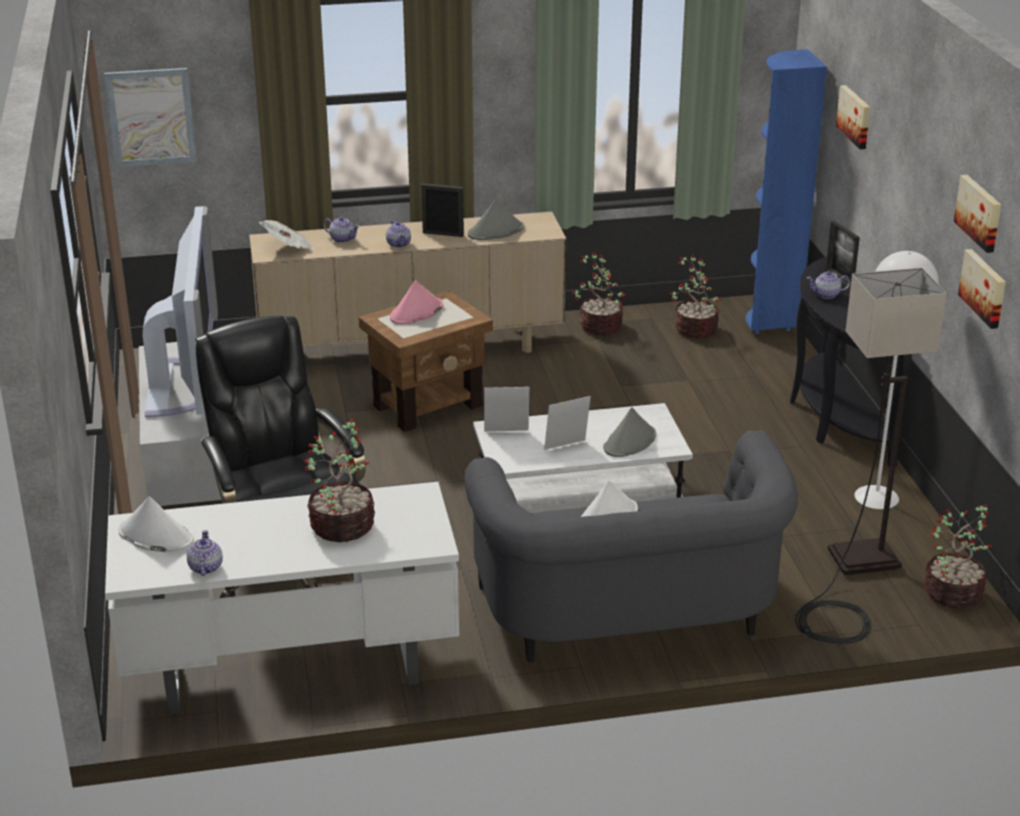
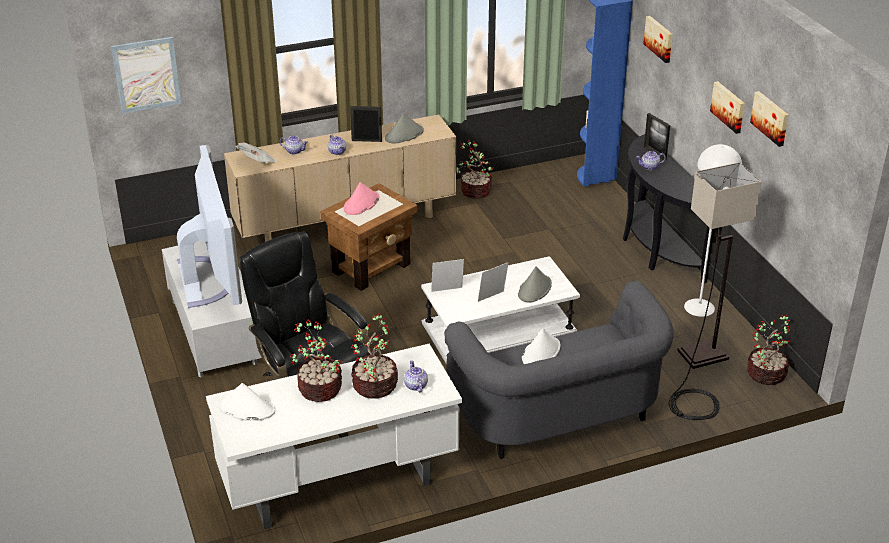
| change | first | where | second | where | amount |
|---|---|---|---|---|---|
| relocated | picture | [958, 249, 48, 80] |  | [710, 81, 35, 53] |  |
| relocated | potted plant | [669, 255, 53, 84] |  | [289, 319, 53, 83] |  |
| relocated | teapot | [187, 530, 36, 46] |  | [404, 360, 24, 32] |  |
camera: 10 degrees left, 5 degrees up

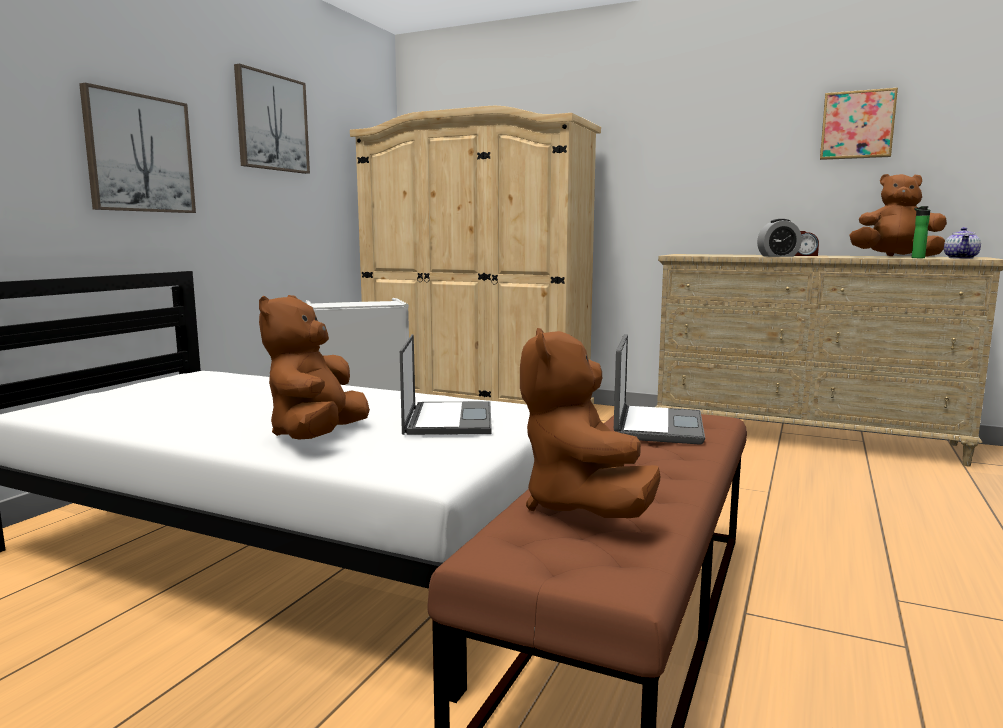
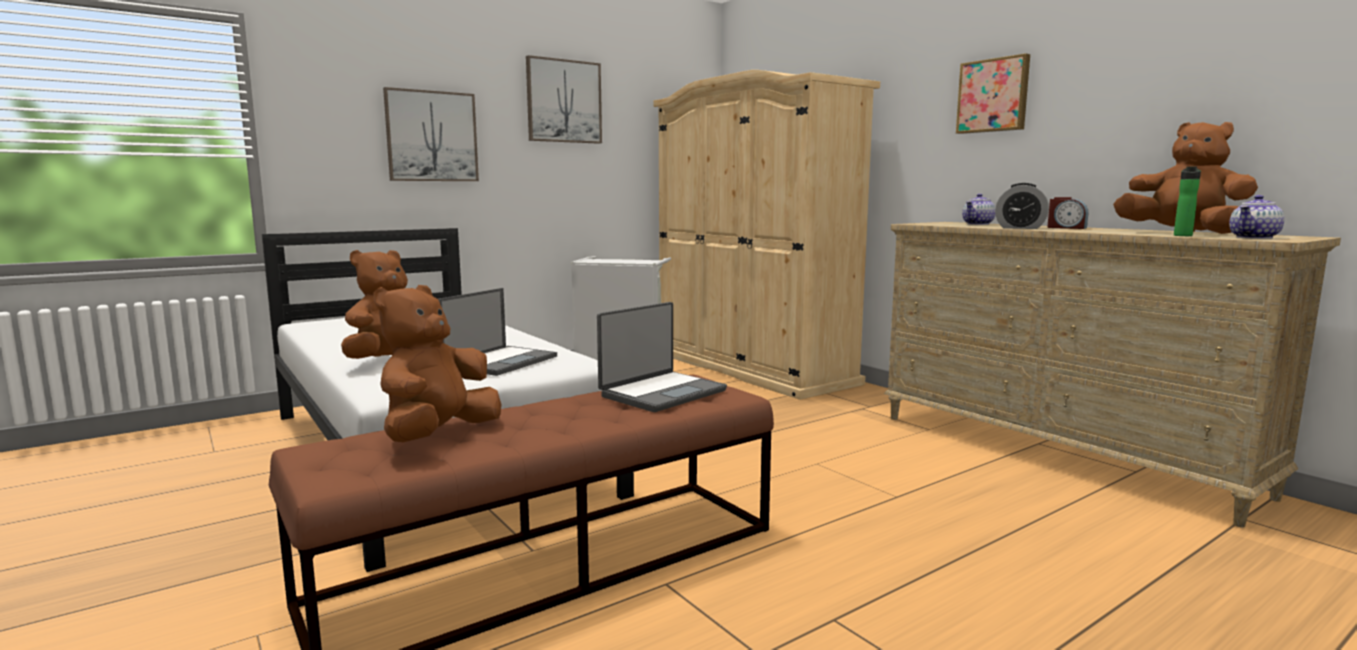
| change | first | where | second | where | amount |
|---|---|---|---|---|---|
| relocated | picture | [820, 88, 78, 72] |  | [956, 53, 74, 81] |  |
| appeared |  |  | teapot | [962, 194, 33, 31] |  |
camera: 30 degrees right, 0 degrees up

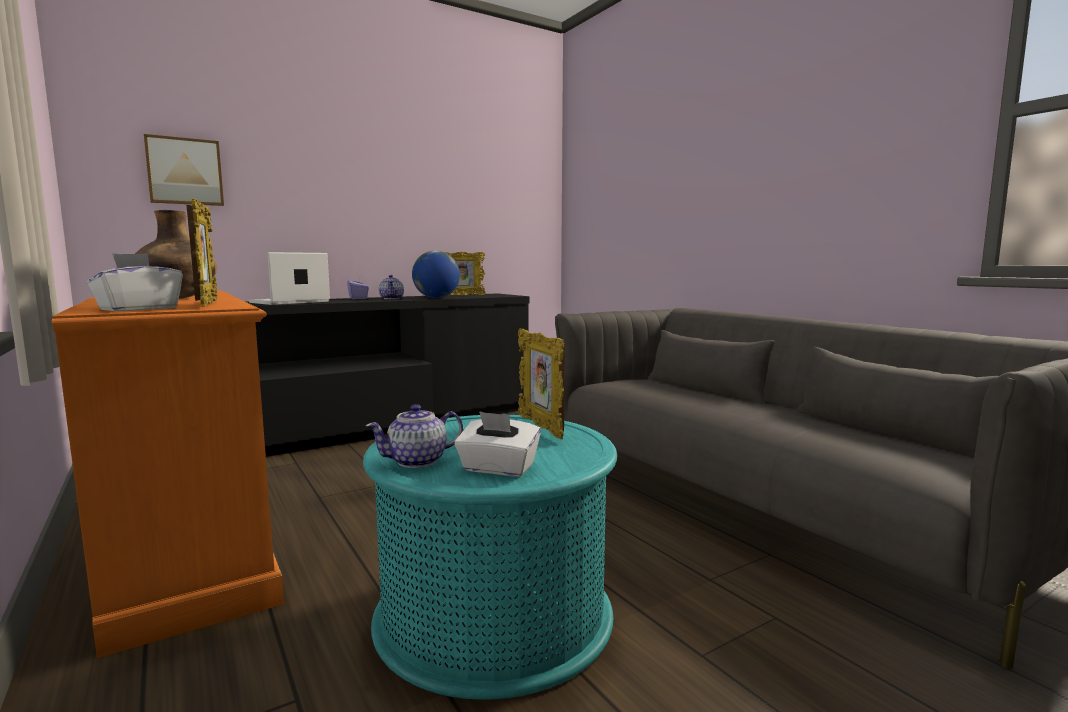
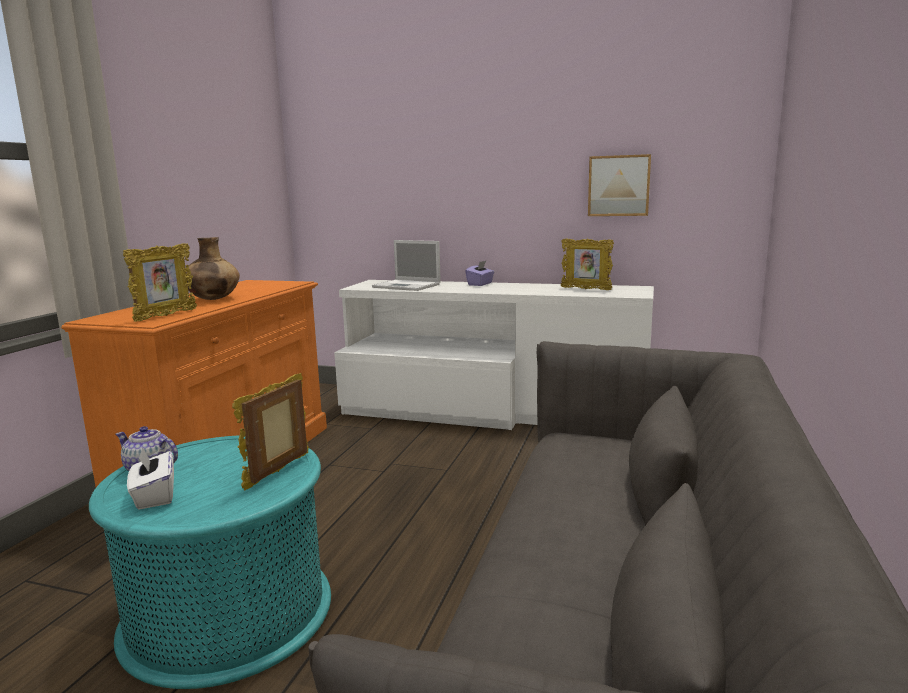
| change | first | where | second | where | amount |
|---|---|---|---|---|---|
| relocated | picture | [144, 134, 80, 72] |  | [588, 154, 63, 62] |  |
| missing | globe | [412, 251, 48, 47] |  |  |  |
| spun | laptop | [249, 252, 81, 53] |  | [372, 240, 69, 51] | 150 degrees counterclockwise |
| missing | tissue box/white | [87, 253, 96, 58] |  |  |  |
| missing | teapot | [379, 275, 25, 24] |  |  |  |
| colour | tv stand/black | [246, 293, 284, 164] | tv stand/white | [334, 280, 320, 150] |  |
camera: 50 degrees right, 5 degrees up

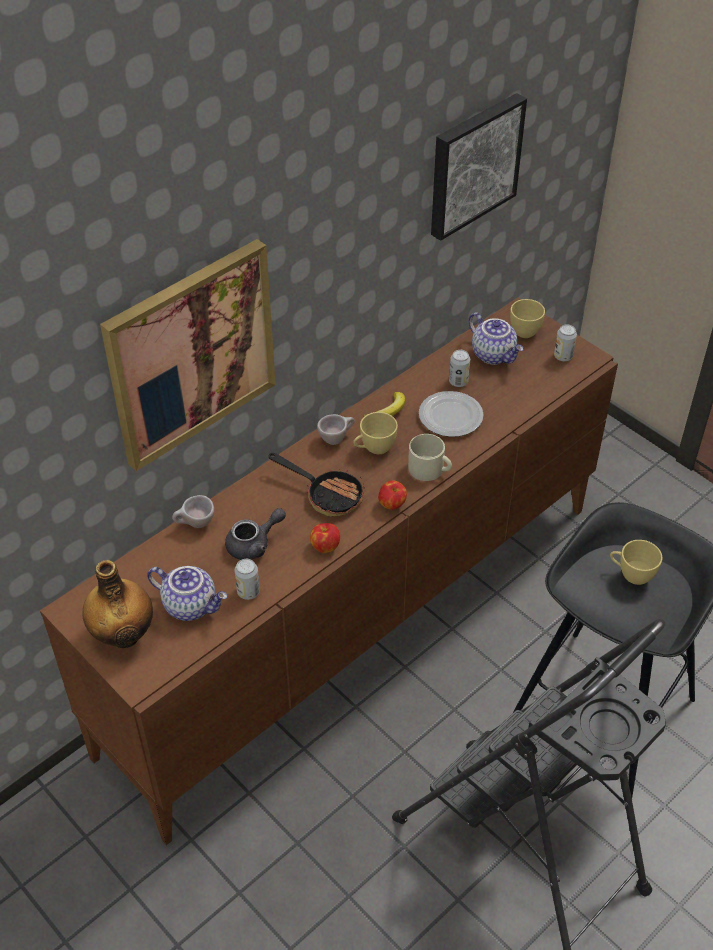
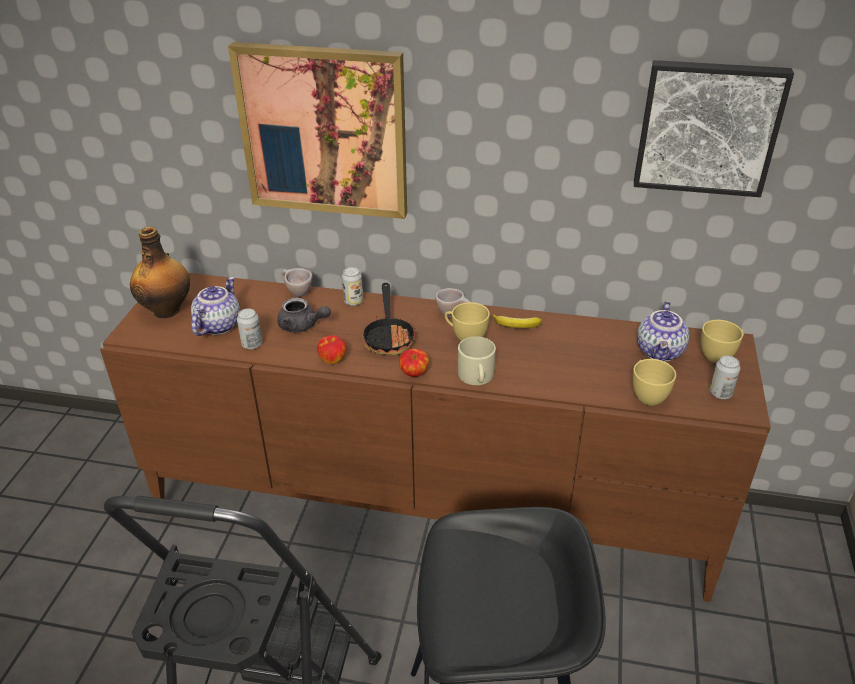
| change | first | where | second | where | amount |
|---|---|---|---|---|---|
| relocated | can | [449, 350, 21, 37] |  | [342, 267, 21, 39] |  |
| missing | plate | [419, 391, 65, 46] |  |  |  |
| relocated | cup/yellow | [610, 540, 52, 45] |  | [632, 359, 44, 47] |  |
| spun | teapot | [147, 566, 80, 55] |  | [191, 277, 49, 59] | 150 degrees counterclockwise |
camera: 55 degrees right, 10 degrees down

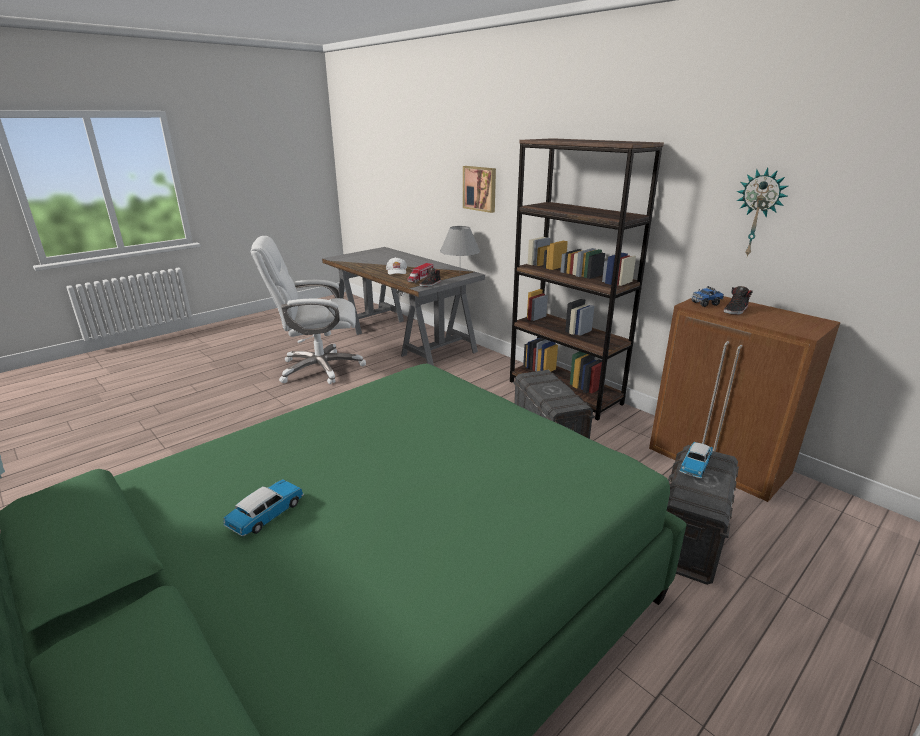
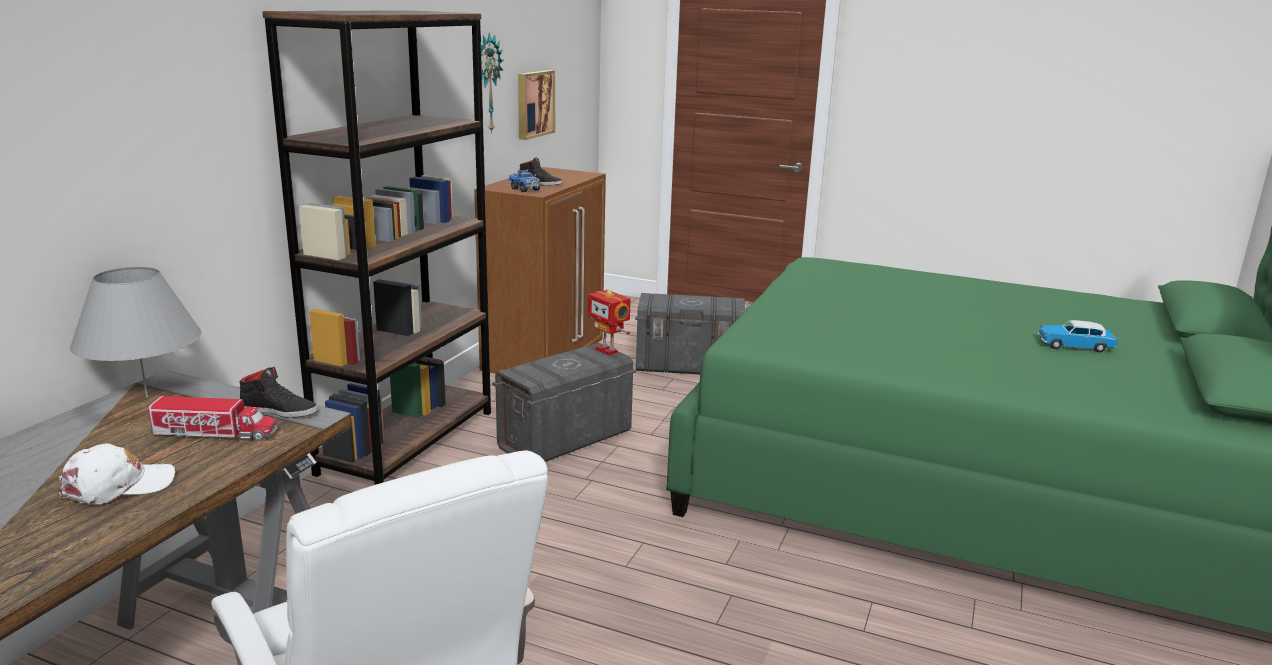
| change | first | where | second | where | amount |
|---|---|---|---|---|---|
| relocated | picture | [463, 166, 33, 47] |  | [518, 70, 37, 70] |  |
| missing | toy car | [680, 442, 33, 36] |  |  |  |
| appeared |  |  | toy robot | [588, 290, 43, 65] |  |
camera: 115 degrees left, 5 degrees down

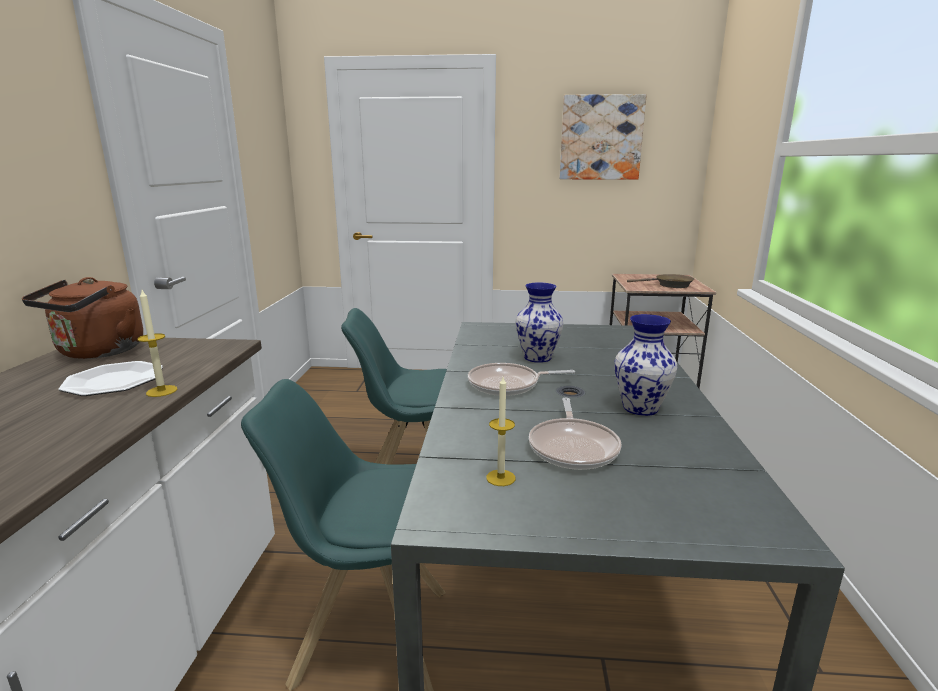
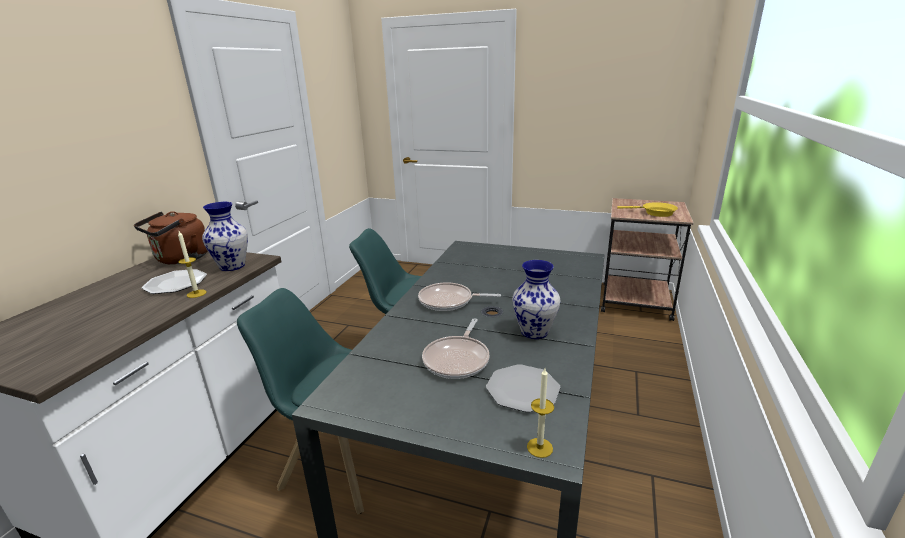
| change | first | where | second | where | amount |
|---|---|---|---|---|---|
| missing | picture | [559, 94, 88, 86] |  |  |  |
| colour | frying pan/brown | [627, 274, 67, 14] | frying pan/yellow | [617, 202, 61, 15] |  |
| relocated | vase | [516, 283, 47, 80] |  | [202, 202, 46, 69] |  |
| relocated | candle | [486, 377, 30, 109] |  | [527, 369, 27, 89] |  |
| appeared |  |  | plate | [486, 364, 75, 48] |  |
camera: 15 degrees right, 5 degrees up

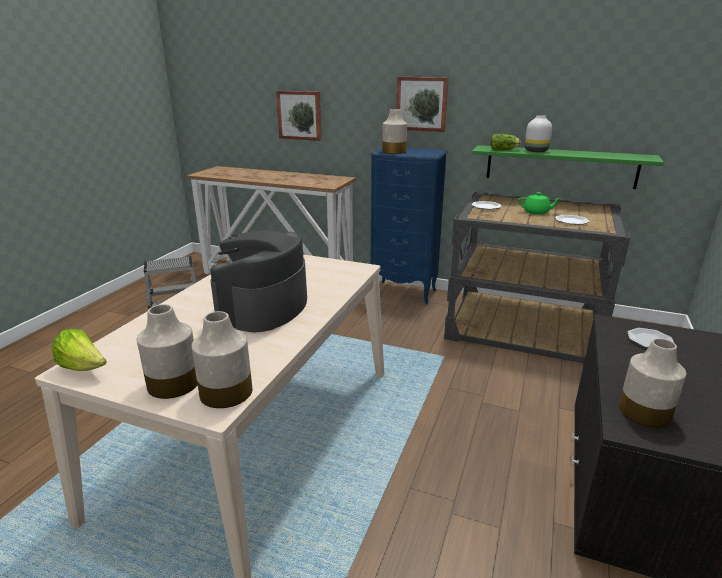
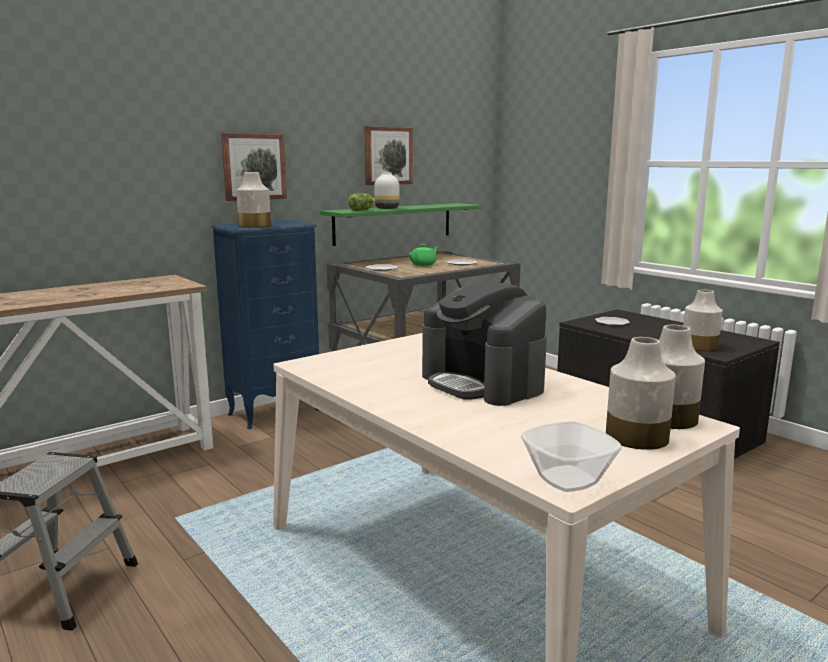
| change | first | where | second | where | amount |
|---|---|---|---|---|---|
| relocated | picture | [276, 91, 45, 50] |  | [365, 126, 48, 59] |  |
| exchanged | lettuce | [52, 329, 55, 42] | bowl | [521, 421, 101, 71] |  |
camera: 60 degrees left, 10 degrees down

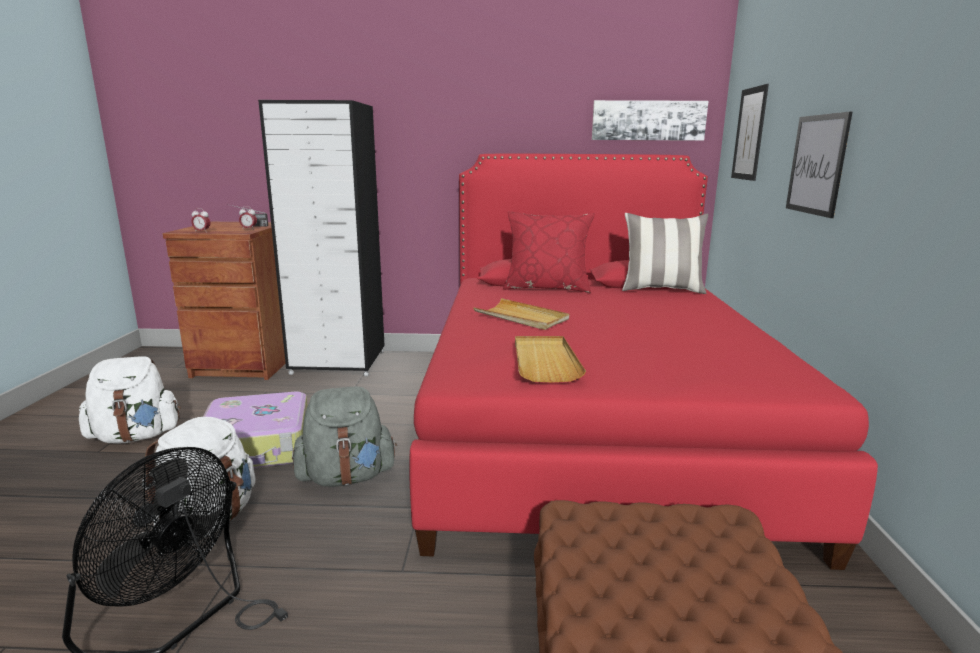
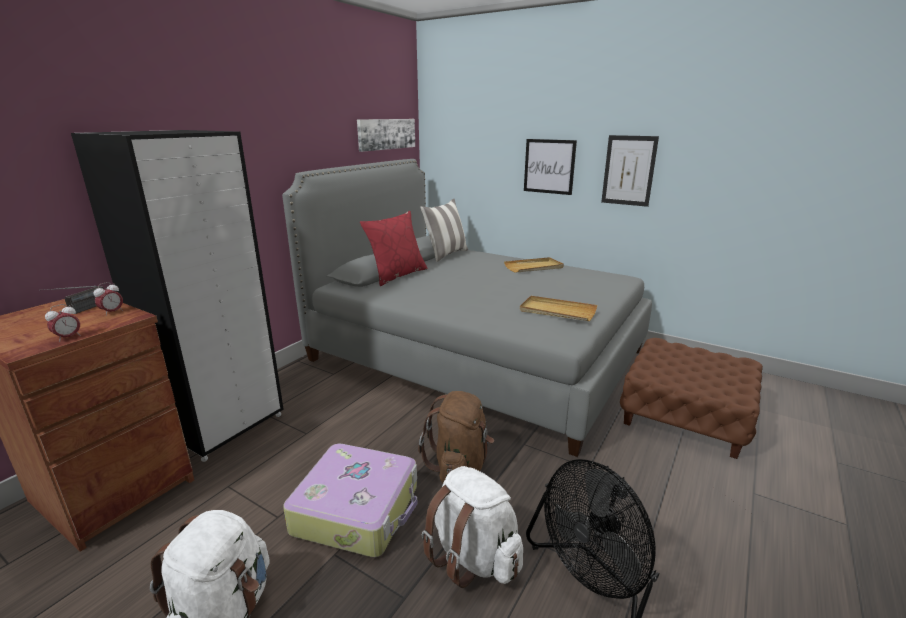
| change | first | where | second | where | amount |
|---|---|---|---|---|---|
| relocated | picture | [731, 84, 38, 97] |  | [601, 135, 58, 72] |  |
| colour | bed/red | [409, 154, 469, 416] | bed/grey | [282, 159, 370, 298] |  |
| relocated | tray/beige | [473, 298, 96, 32] |  | [504, 257, 60, 16] |  |
| colour | backpack/grey | [292, 387, 105, 100] | backpack/brown | [418, 391, 76, 92] |  |
camera: 60 degrees left, 5 degrees up

